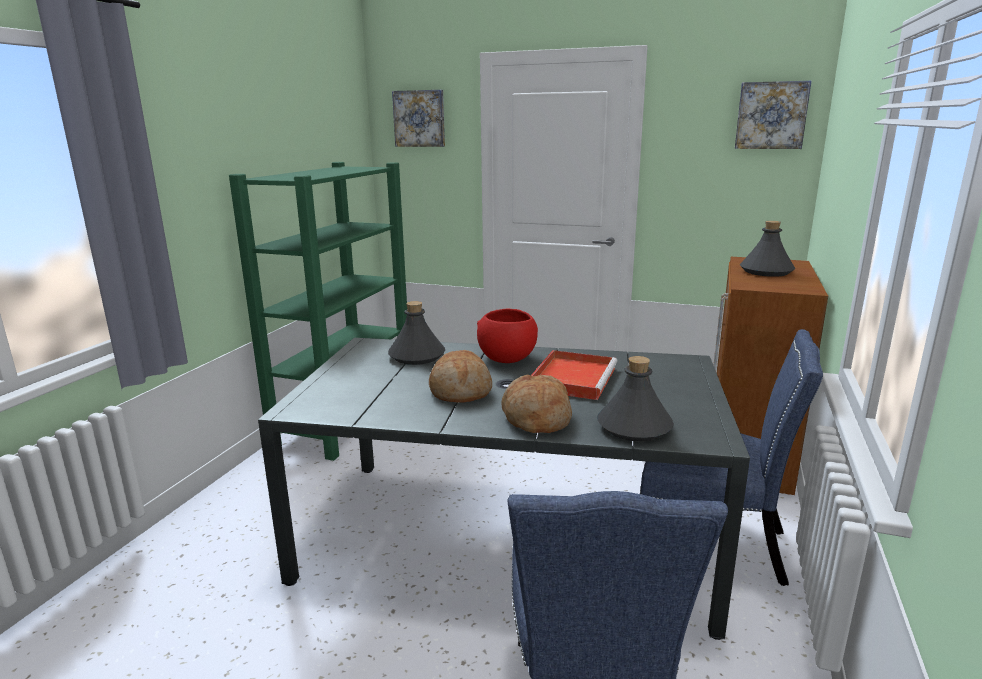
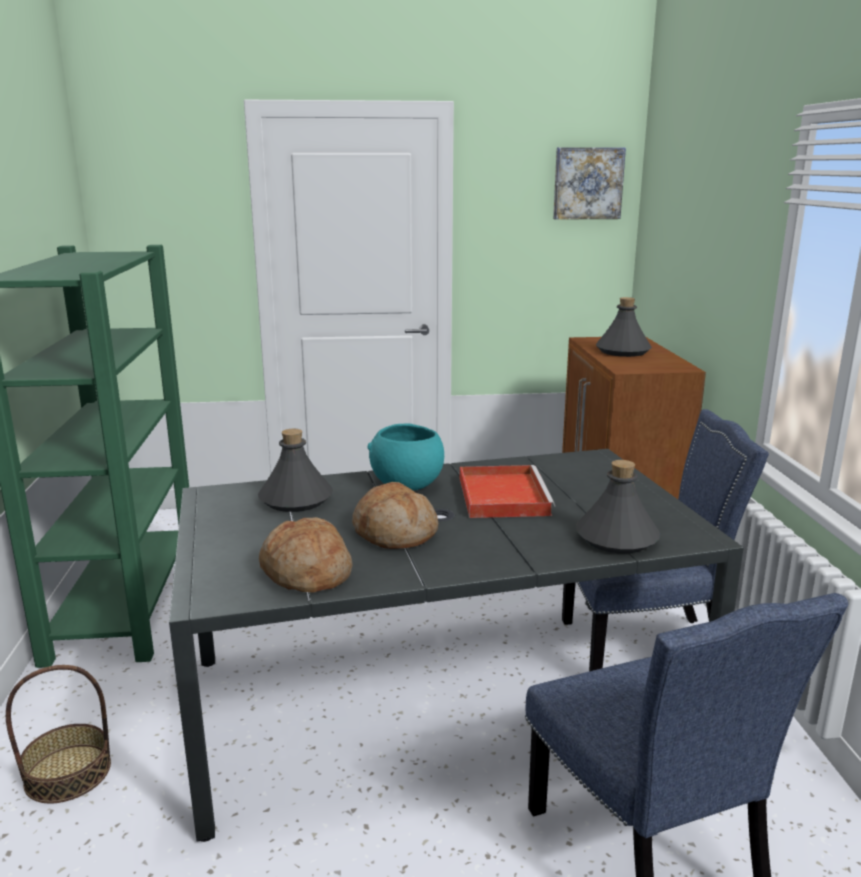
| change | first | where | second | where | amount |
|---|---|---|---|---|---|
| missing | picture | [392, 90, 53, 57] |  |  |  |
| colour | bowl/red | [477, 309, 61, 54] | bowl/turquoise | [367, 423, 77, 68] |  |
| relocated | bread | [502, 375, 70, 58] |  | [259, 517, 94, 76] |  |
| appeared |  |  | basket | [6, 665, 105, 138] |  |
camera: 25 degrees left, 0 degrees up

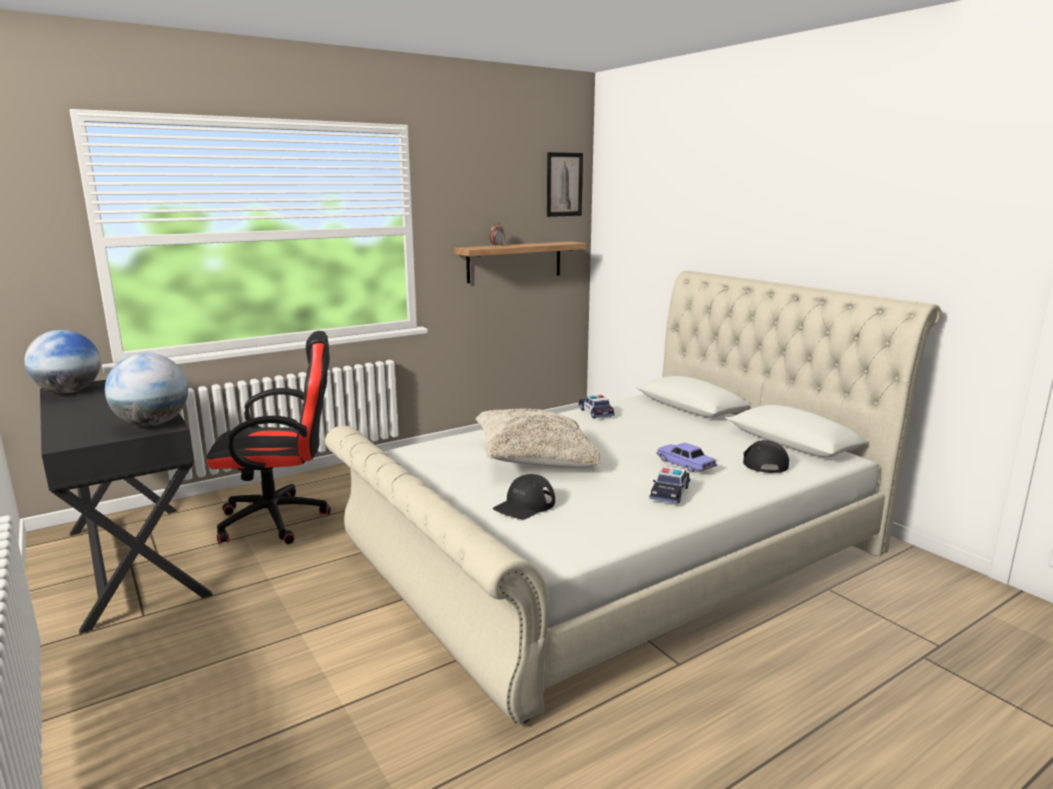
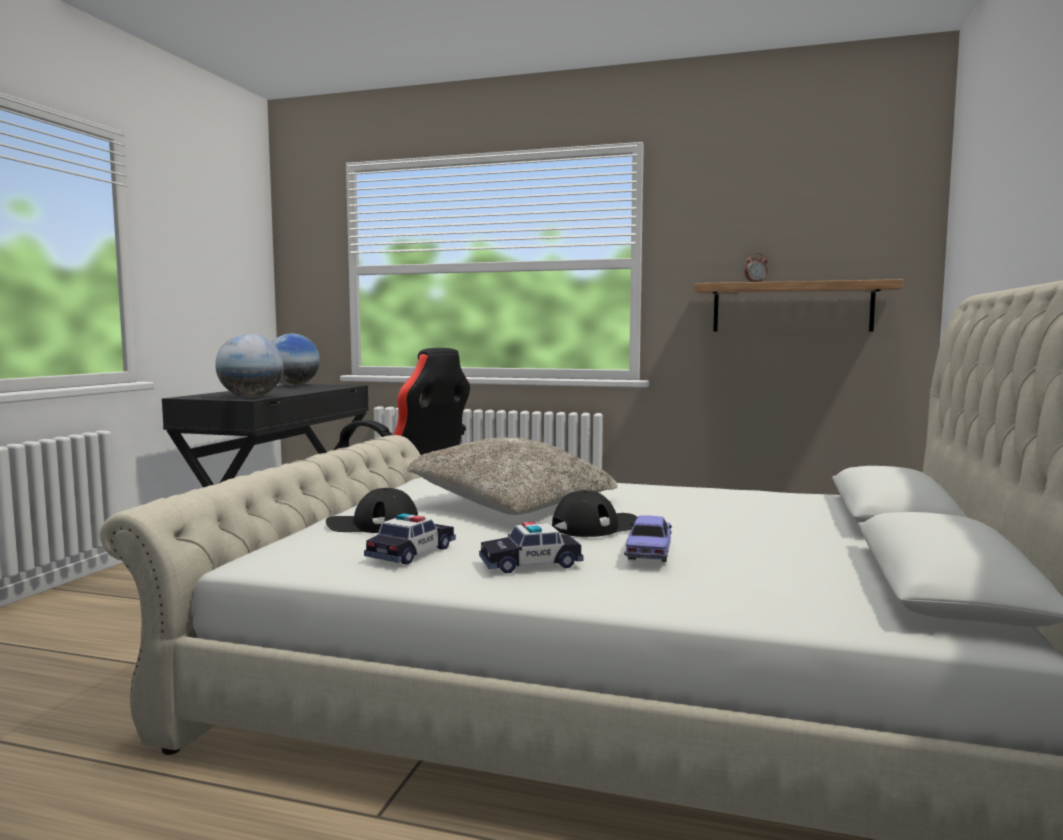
| change | first | where | second | where | amount |
|---|---|---|---|---|---|
| missing | picture | [547, 152, 36, 65] |  |  |  |
| relocated | toy car | [578, 395, 37, 24] |  | [364, 513, 92, 52] |  |
| relocated | cap/black | [743, 440, 46, 33] |  | [552, 490, 85, 47] |  |
camera: 50 degrees right, 10 degrees down

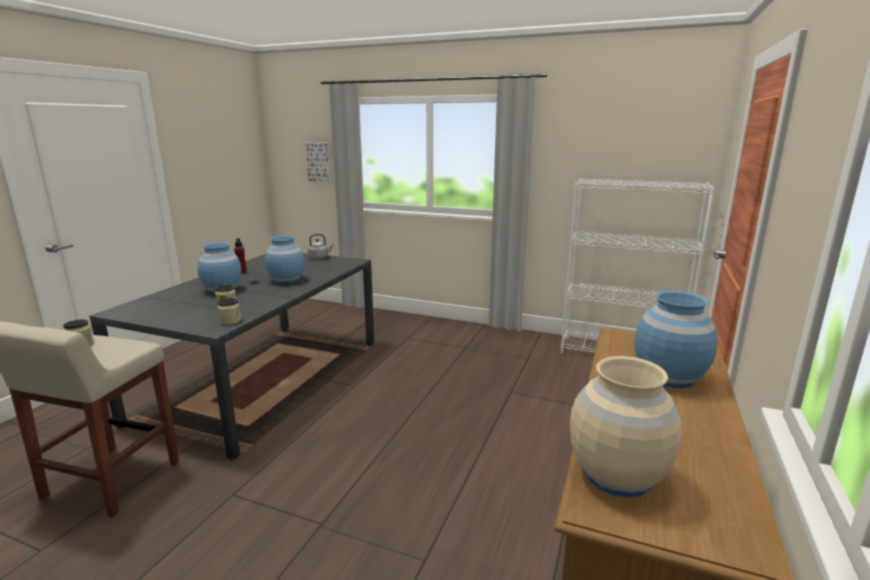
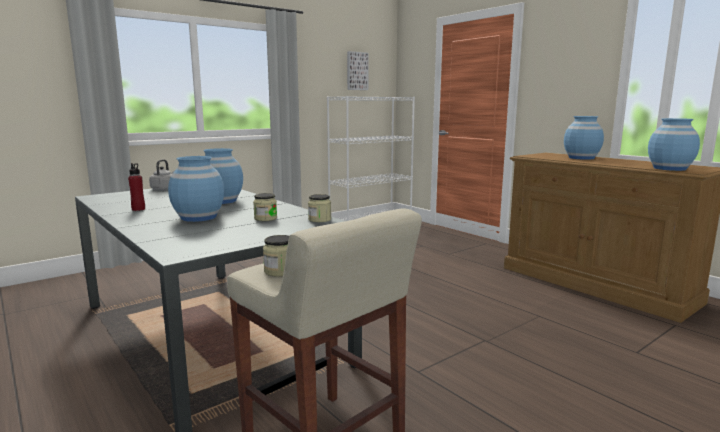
| change | first | where | second | where | amount |
|---|---|---|---|---|---|
| relocated | picture | [305, 142, 28, 42] |  | [347, 51, 22, 39] |  |
| colour | vase/beige | [570, 356, 112, 141] | vase/blue | [648, 118, 52, 53] |  |
camera: 60 degrees left, 5 degrees down

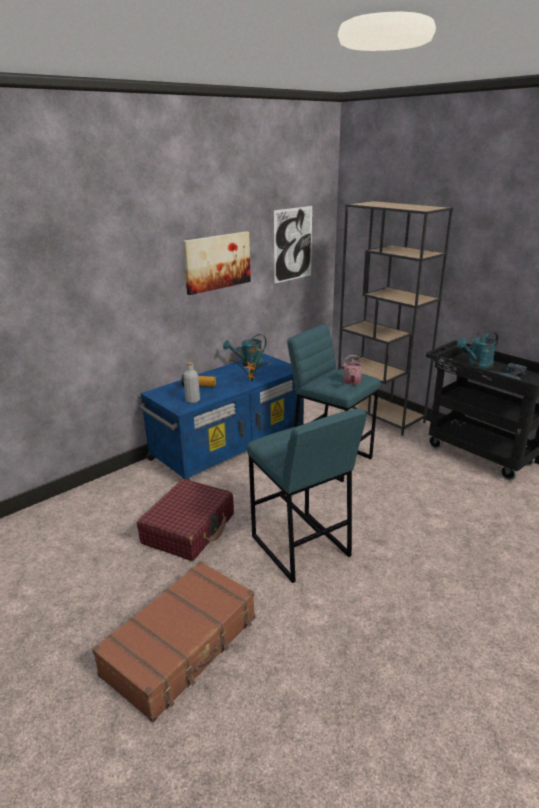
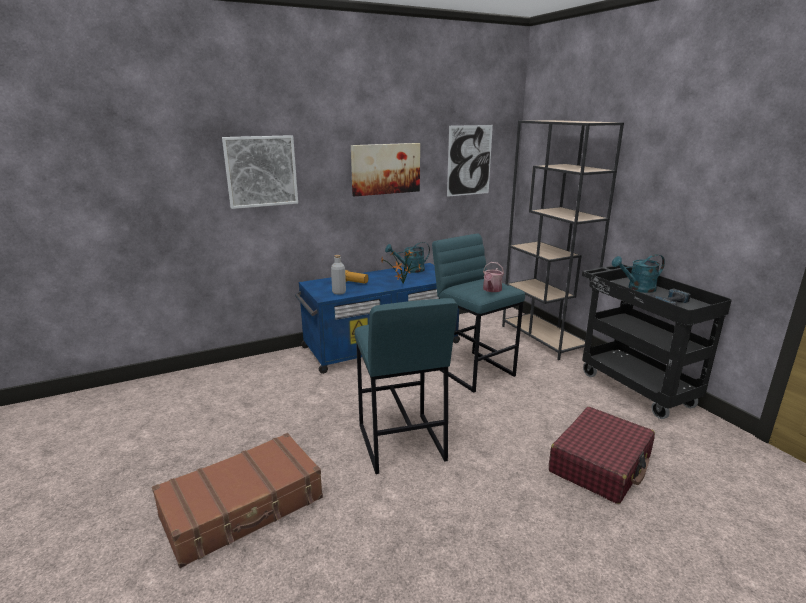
| change | first | where | second | where | amount |
|---|---|---|---|---|---|
| relocated | suitcase/red | [137, 479, 97, 82] |  | [549, 407, 106, 97] |  |
| appeared |  |  | picture | [222, 135, 76, 74] |  |
camera: 15 degrees right, 5 degrees down

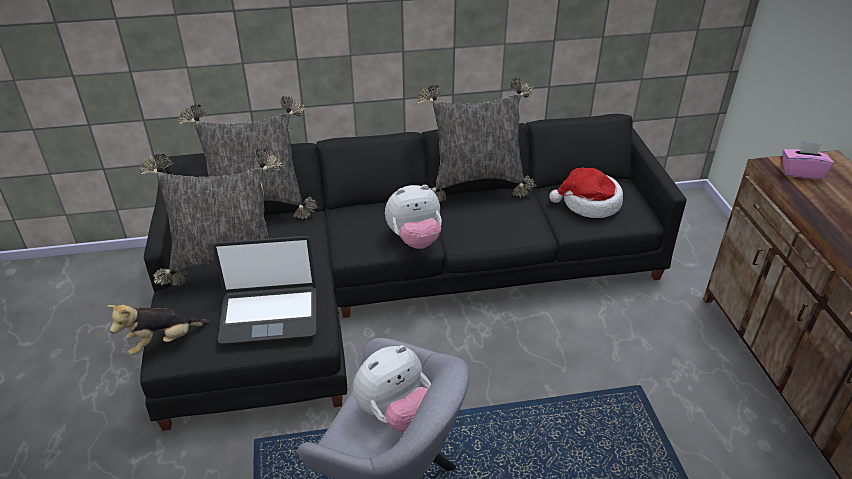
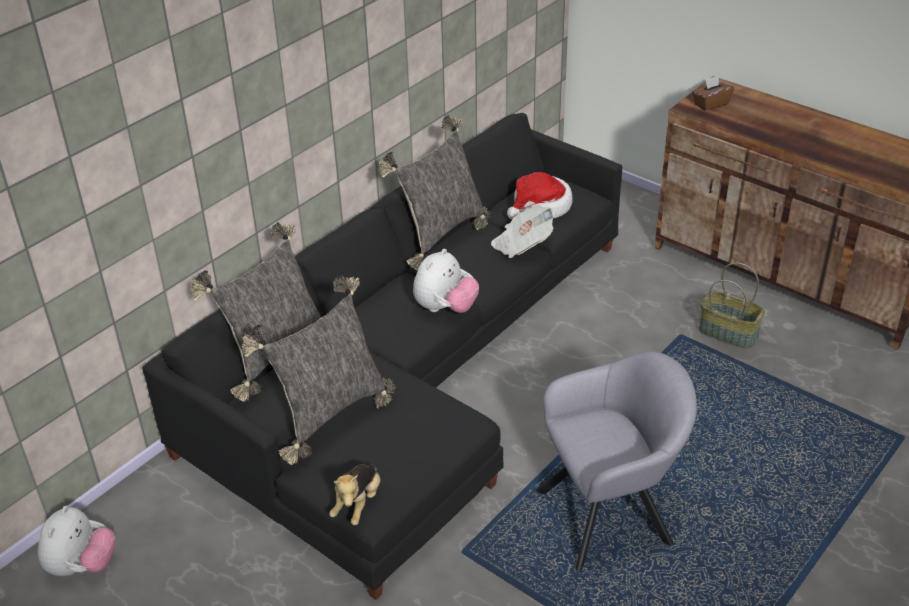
| change | first | where | second | where | amount |
|---|---|---|---|---|---|
| colour | tissue box/pink | [783, 141, 51, 38] | tissue box/brown | [692, 76, 42, 35] |  |
| missing | laptop | [213, 236, 103, 109] |  |  |  |
| relocated | plush toy | [353, 345, 78, 87] |  | [38, 506, 78, 70] |  |
| appeared |  |  | newspaper | [491, 205, 65, 53] |  |
| appeared |  |  | basket | [699, 263, 66, 86] |  |
camera: 40 degrees left, 0 degrees up

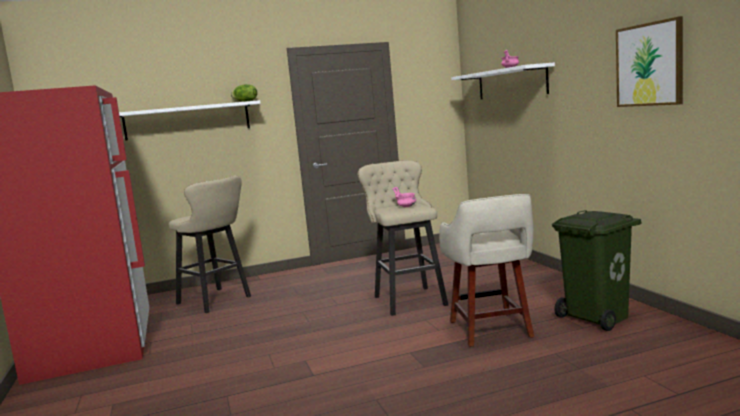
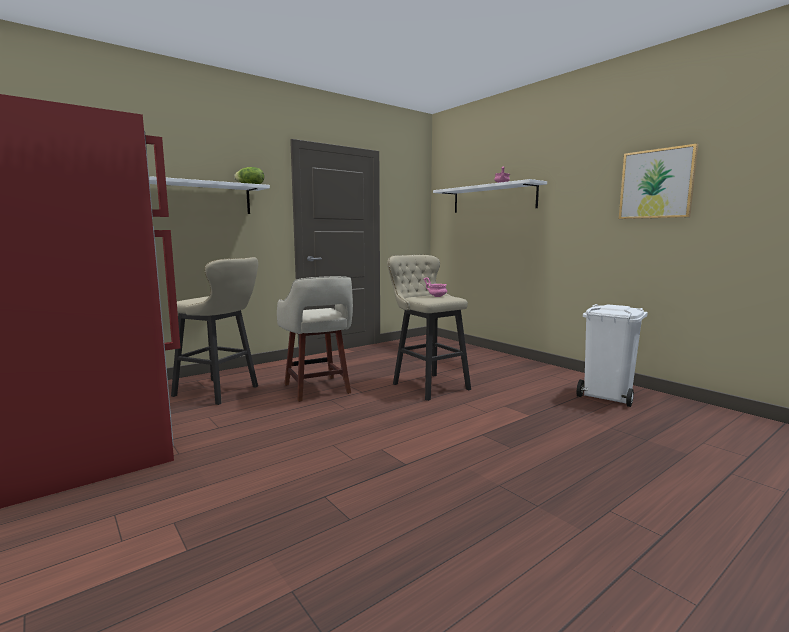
| change | first | where | second | where | amount |
|---|---|---|---|---|---|
| relocated | stool/beige | [439, 194, 95, 153] |  | [277, 276, 76, 126] |  |
| colour | trash can/green | [552, 210, 89, 121] | trash can/white | [577, 304, 71, 103] |  |
camera: 20 degrees left, 0 degrees up

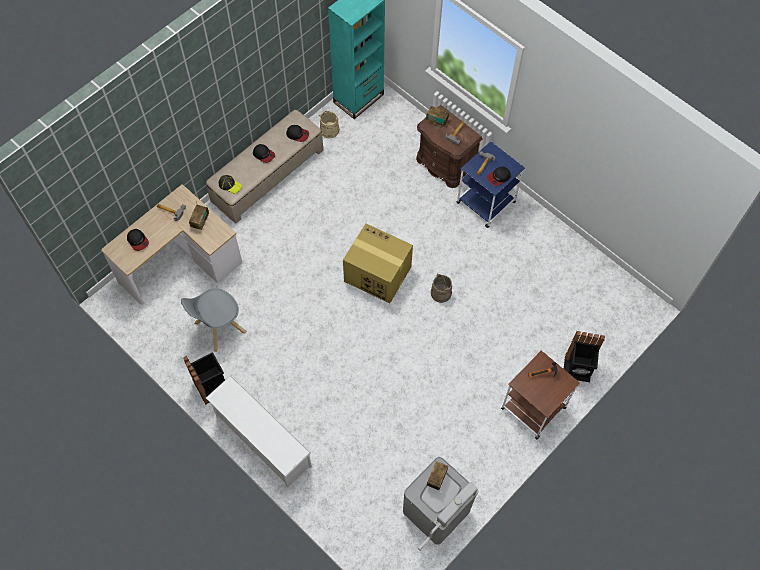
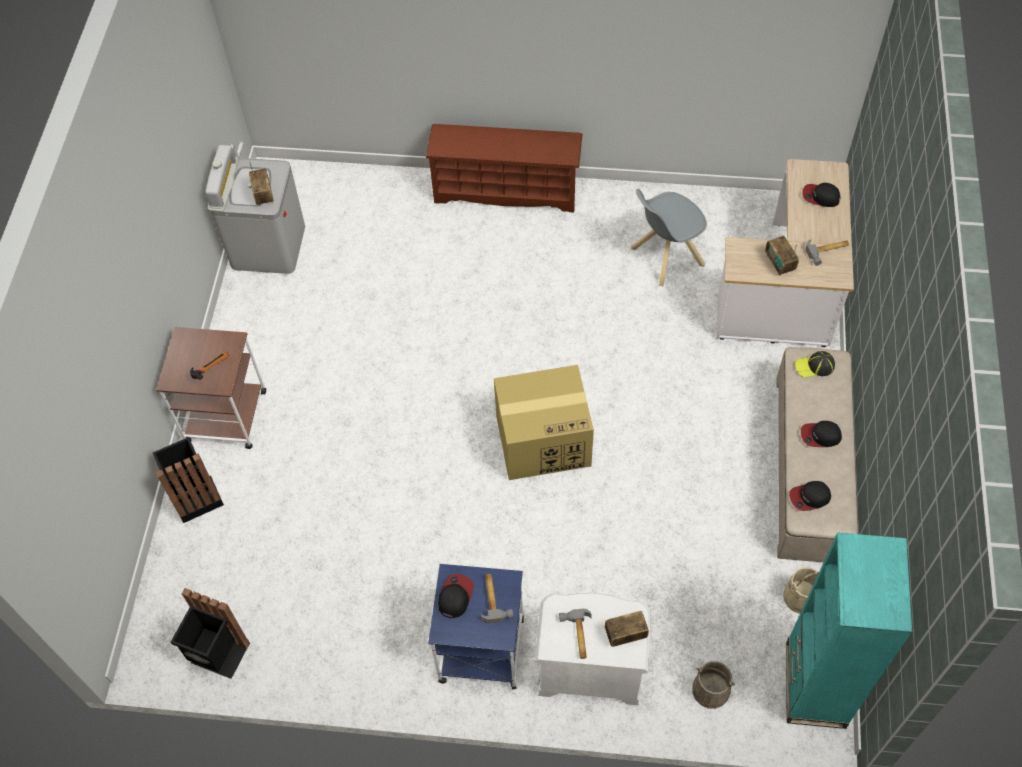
| change | first | where | second | where | amount |
|---|---|---|---|---|---|
| colour | nightstand/brown | [416, 105, 66, 83] | nightstand/white | [535, 593, 116, 112] |  |
| relocated | bucket/beige | [431, 273, 21, 30] |  | [692, 661, 43, 48] |  |
| spun | chair/grey | [181, 288, 65, 64] |  | [631, 189, 76, 97] | 135 degrees counterclockwise |
| relocated | trash can/black | [183, 352, 42, 52] |  | [170, 588, 80, 91] |  |
| colour | shoe rack/white | [206, 375, 106, 113] | shoe rack/brown | [426, 124, 156, 88] |  |
camera: 145 degrees right, 5 degrees down

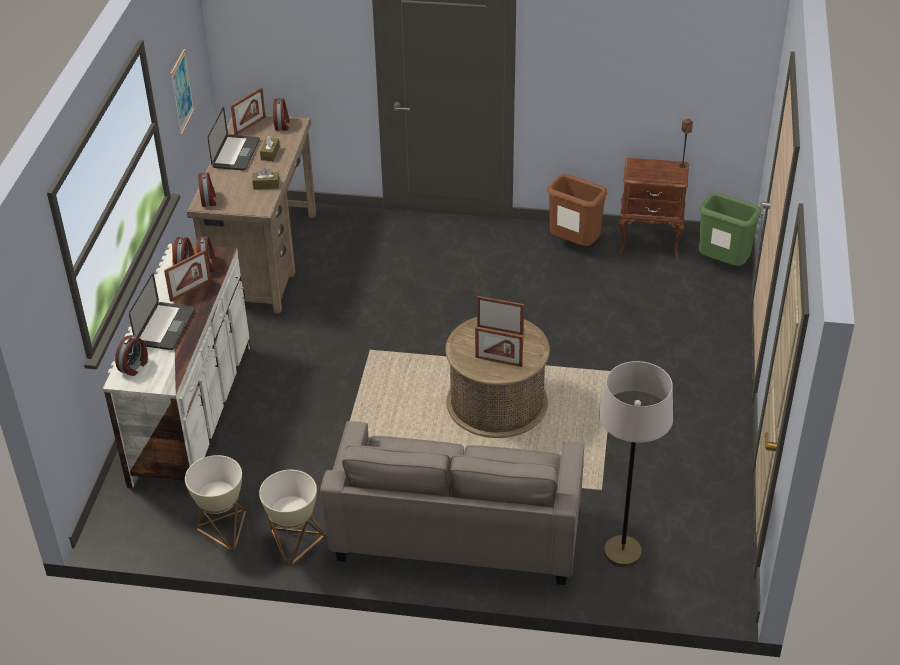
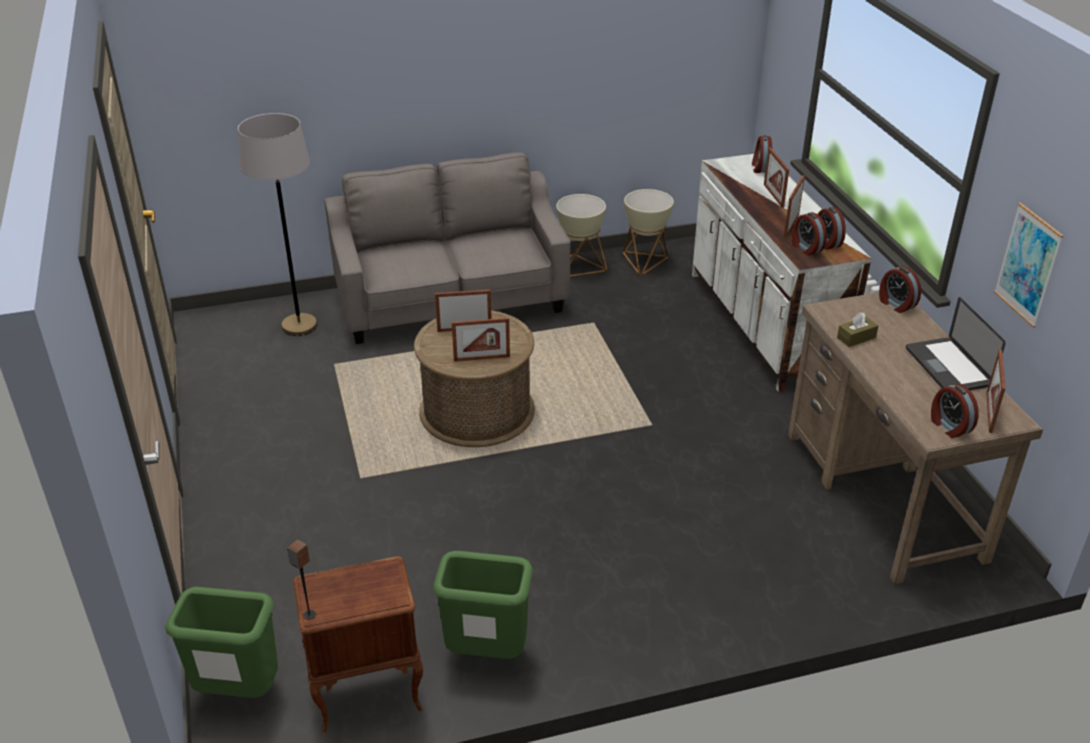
| change | first | where | second | where | amount |
|---|---|---|---|---|---|
| missing | tissue box/brown | [260, 136, 20, 25] |  |  |  |
| colour | trash can/brown | [547, 174, 61, 72] | trash can/green | [433, 551, 100, 108] |  |
| exchanged | laptop | [129, 273, 66, 77] | picture frame | [764, 147, 25, 61] |  |
camera: 155 degrees right, 5 degrees down

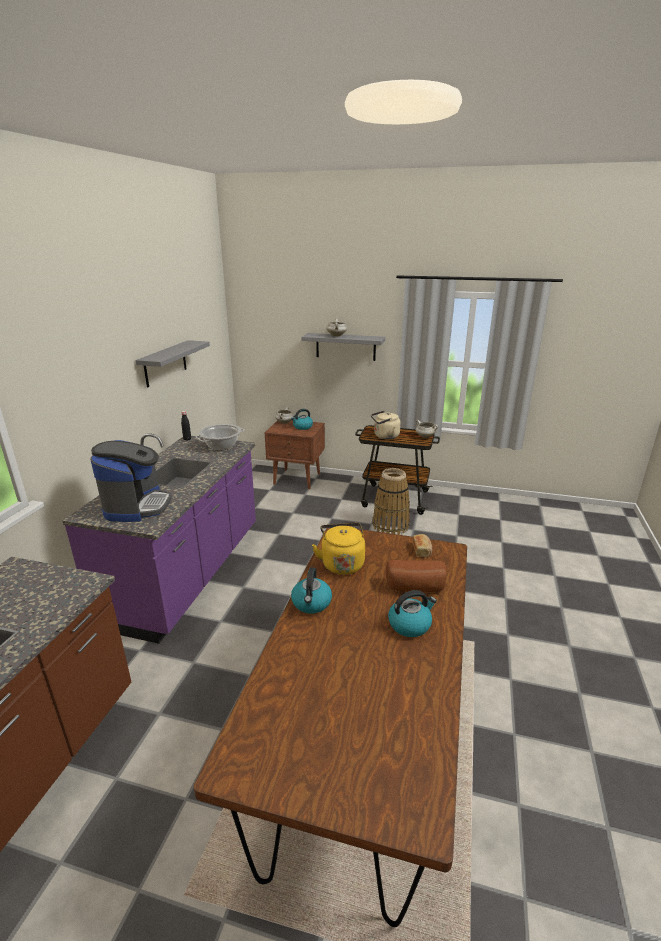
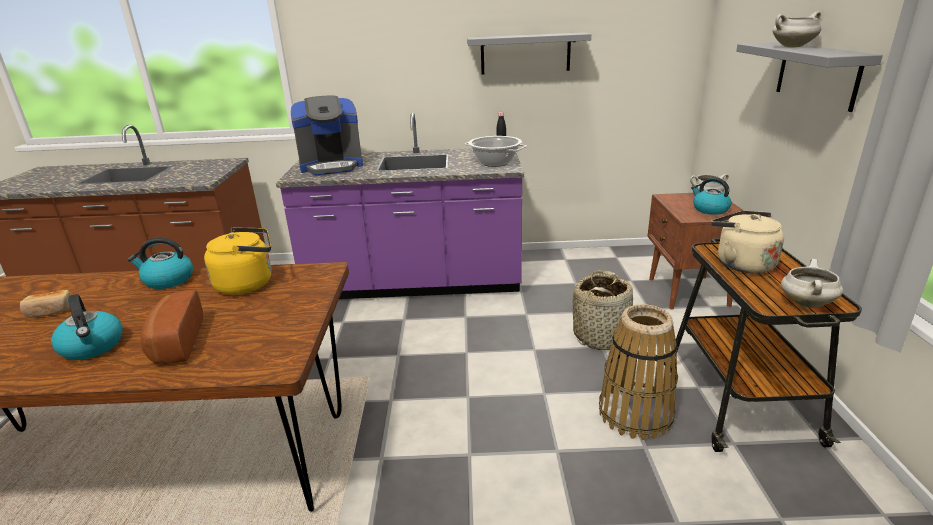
| change | first | where | second | where | amount |
|---|---|---|---|---|---|
| relocated | bread | [412, 534, 20, 24] |  | [20, 290, 51, 28] |  |
| appeared |  |  | basket | [573, 270, 60, 80] |  |
camera: 75 degrees right, 0 degrees up

